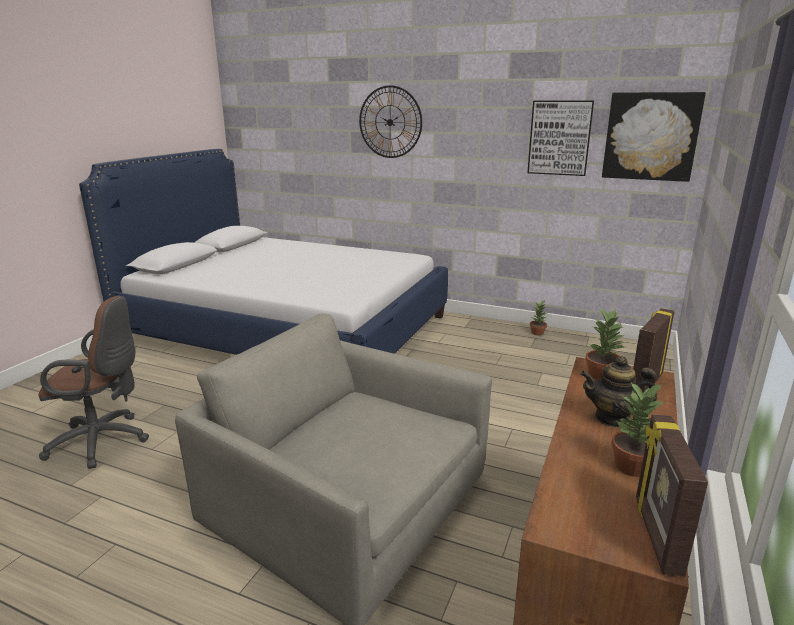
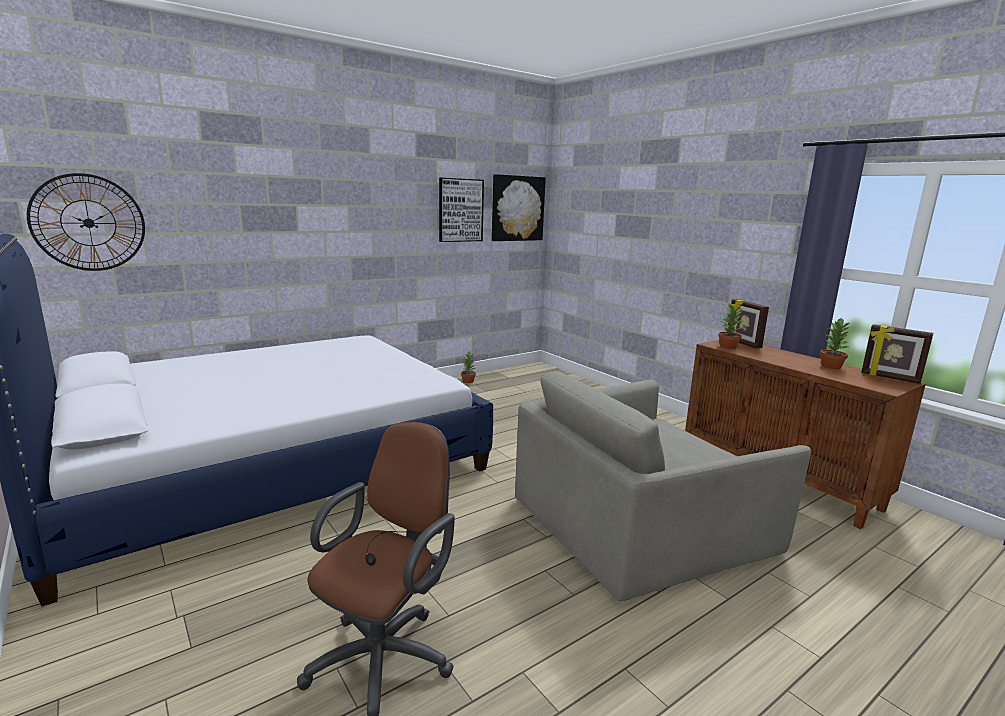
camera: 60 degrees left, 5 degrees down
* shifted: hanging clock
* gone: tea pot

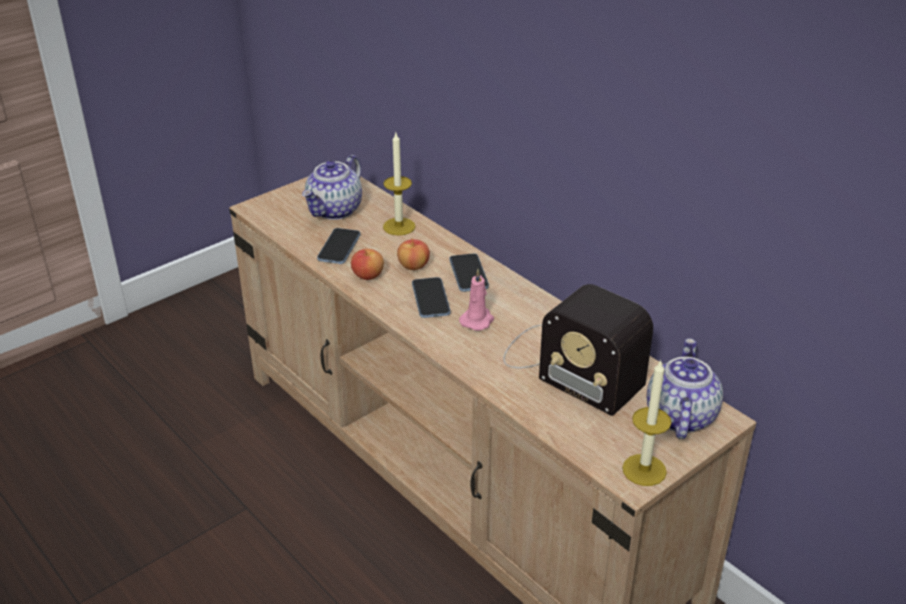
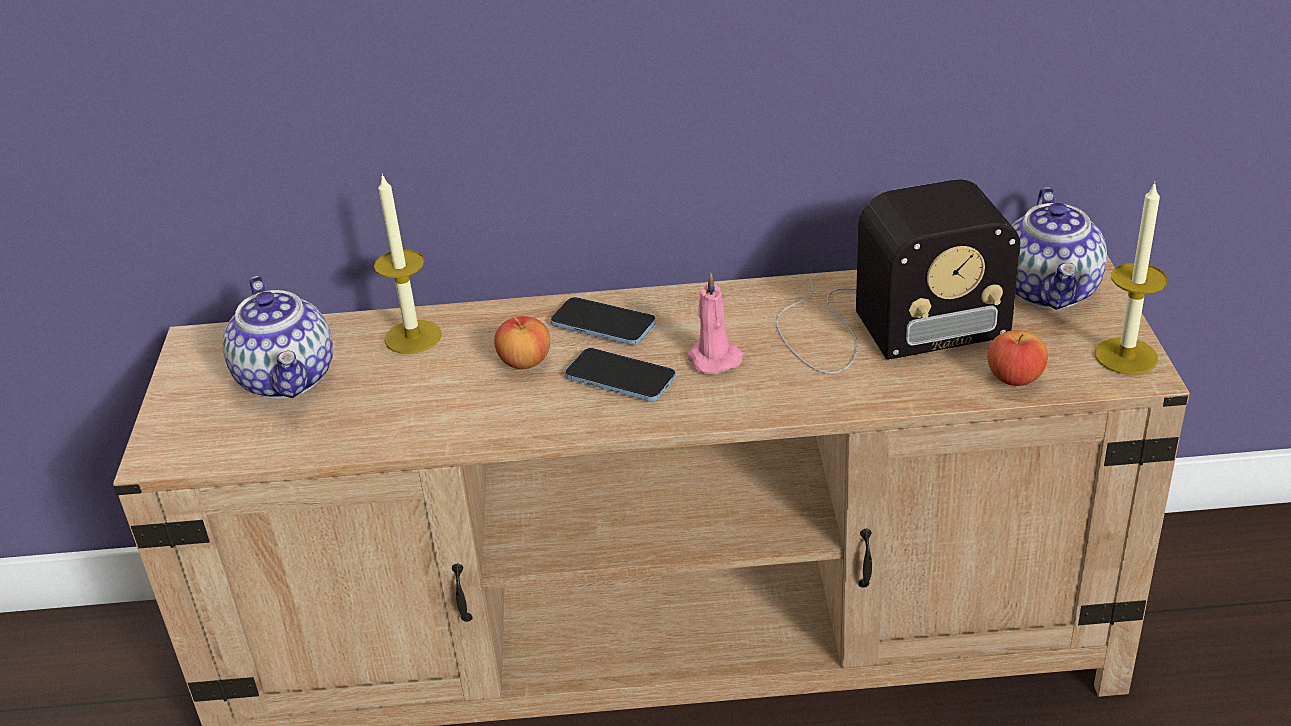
camera: 50 degrees left, 0 degrees up
* gone: telephone (no. 1 from left)
* shifted: apple (no. 1 from left in the first image) to apple (no. 2 from left)
* rotated: tea pot (no. 2 from left) 135 degrees counterclockwise

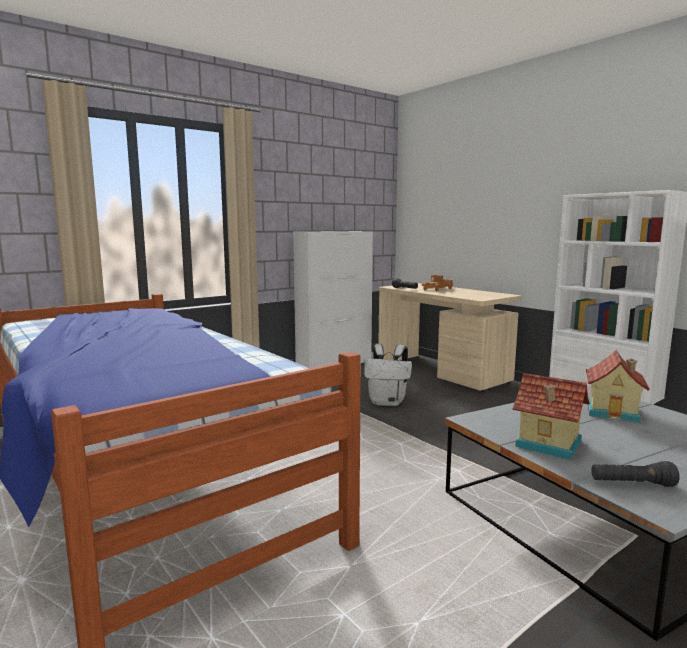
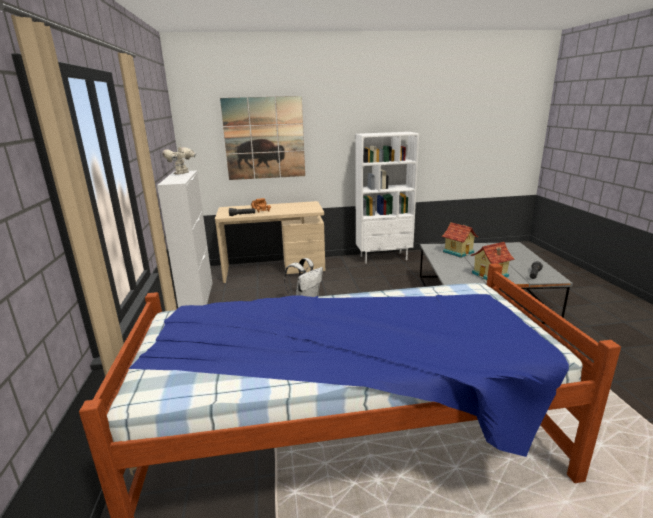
camera: 60 degrees left, 10 degrees up
* new: robot figure
* new: wall picture

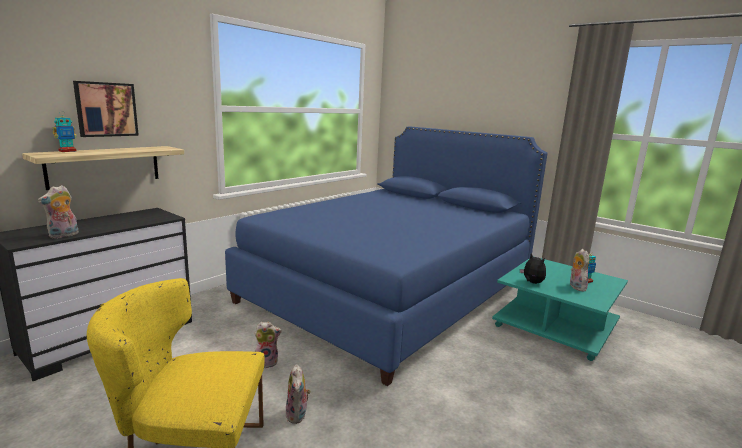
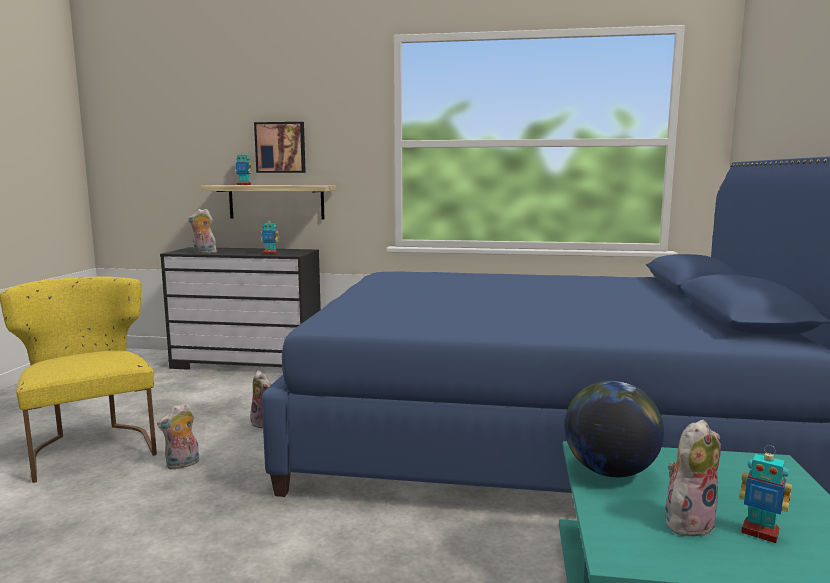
camera: 60 degrees right, 5 degrees down
* swapped: cuddly toy (no. 4 from left) to desk globe
* new: robot figure (no. 2 from left)

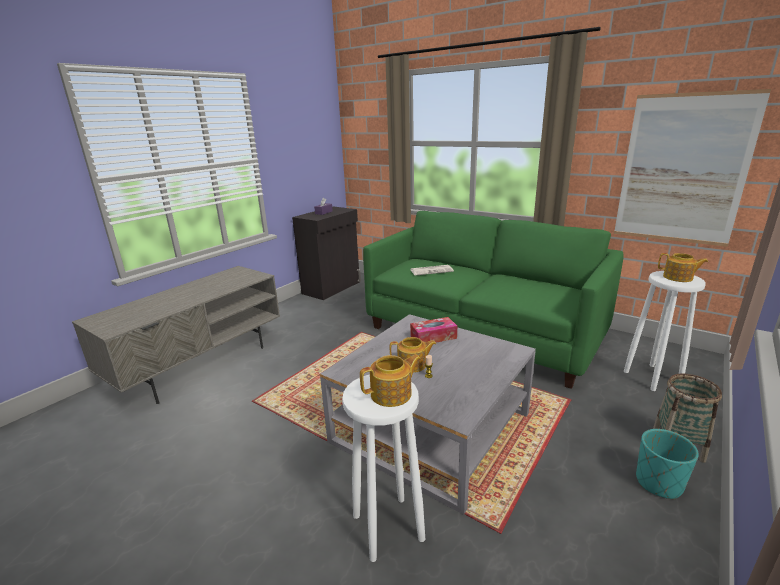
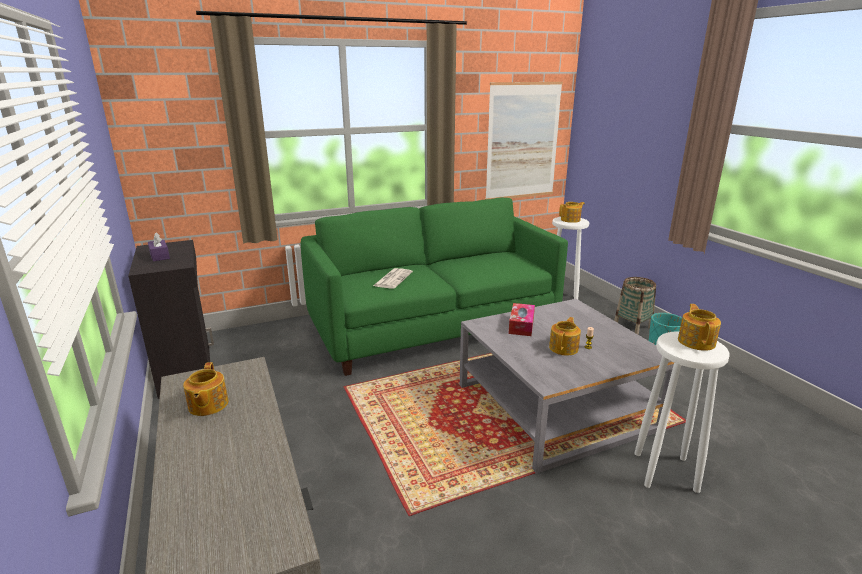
camera: 60 degrees left, 0 degrees up
* new: tea pot (no. 1 from left)

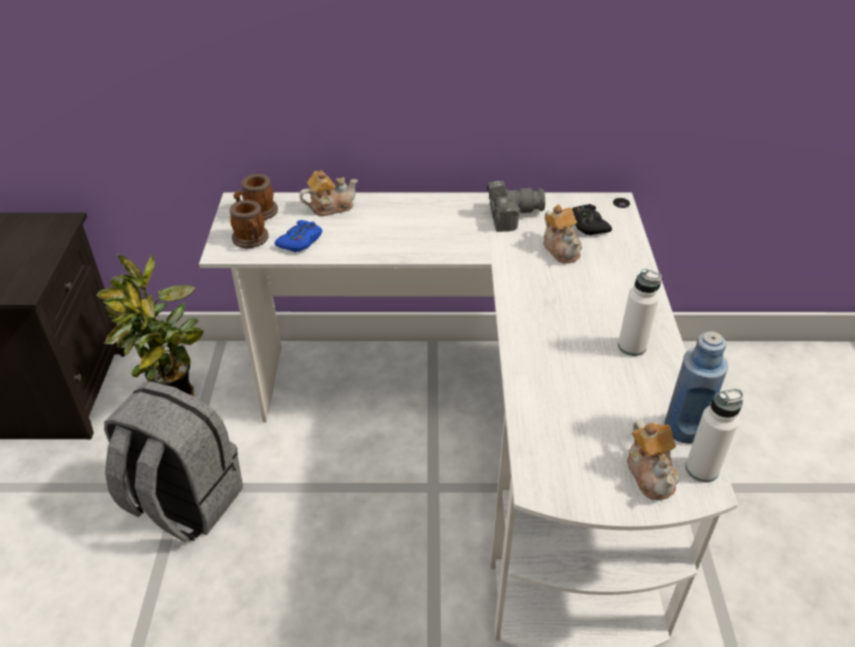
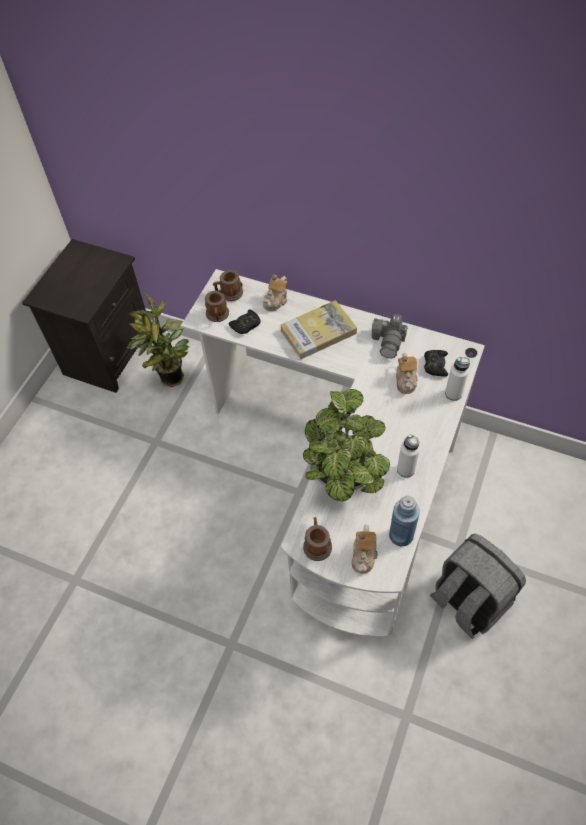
camera: 25 degrees right, 15 degrees up
* shifted: greyish knapsack
* repainted: blue joypad to black-coloured joypad (no. 1 from left)
* rotated: tea pot (no. 1 from left) 120 degrees clockwise
* rotated: photo camera 90 degrees clockwise
* shifted: white drink bottle (no. 2 from left)
* new: bound book
* new: potted plant (no. 2 from left)
* new: mug (no. 3 from left)

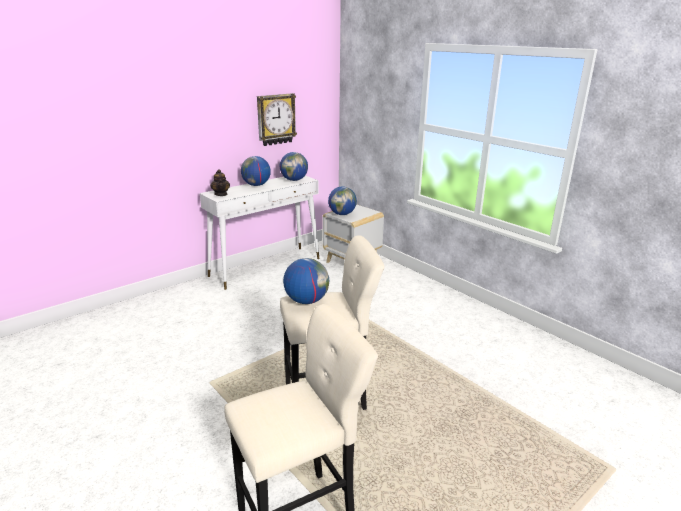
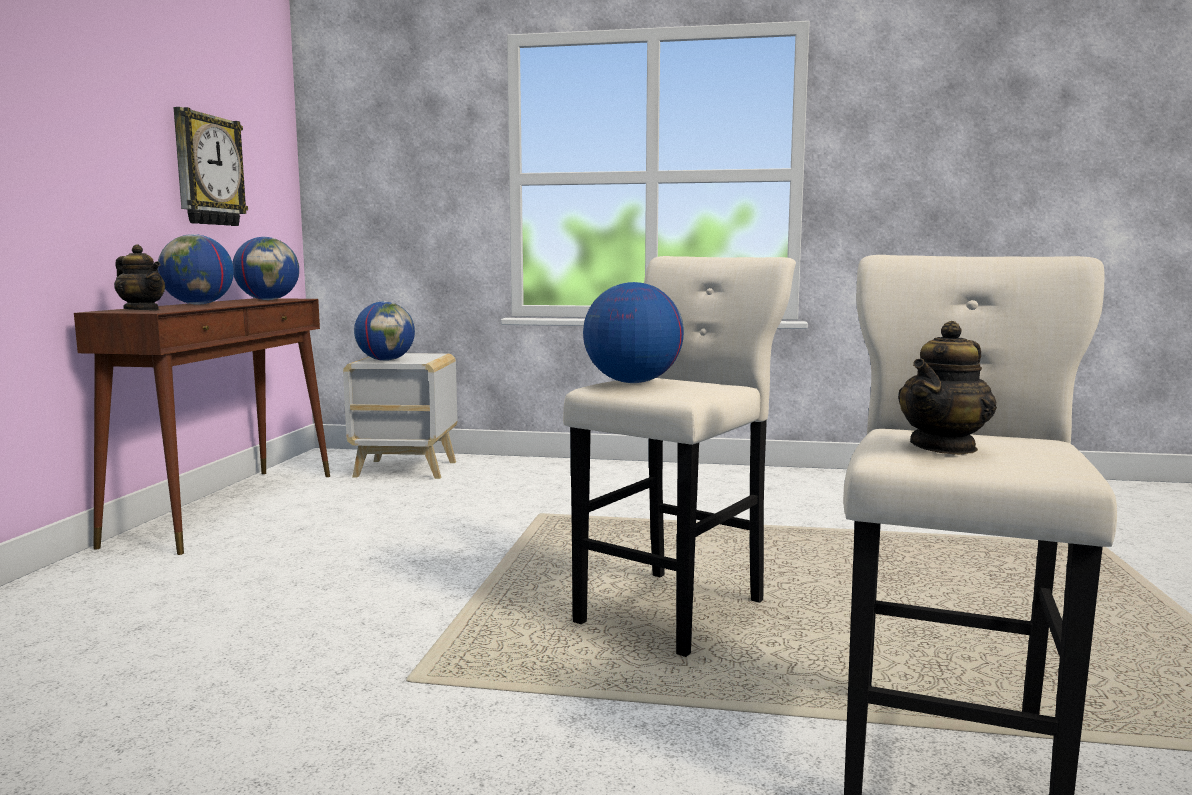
camera: 40 degrees left, 15 degrees down
* repainted: white narrow table to brown narrow table
* new: tea pot (no. 2 from left)

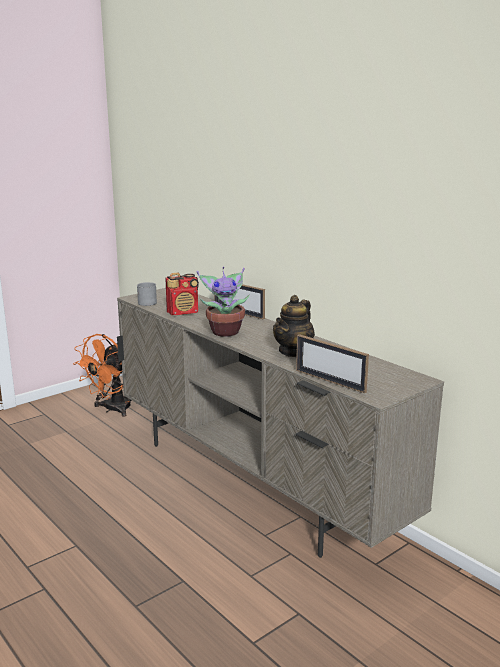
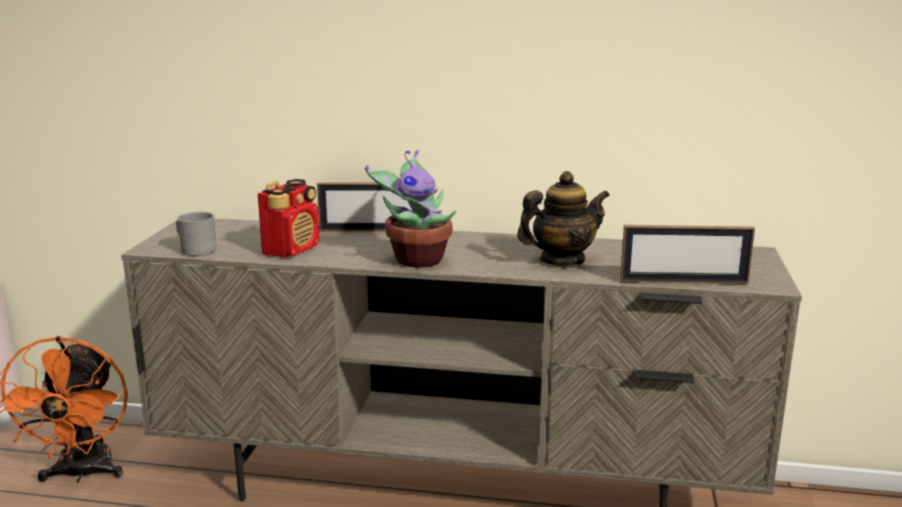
camera: 40 degrees left, 0 degrees up
* rotated: tea pot 105 degrees counterclockwise

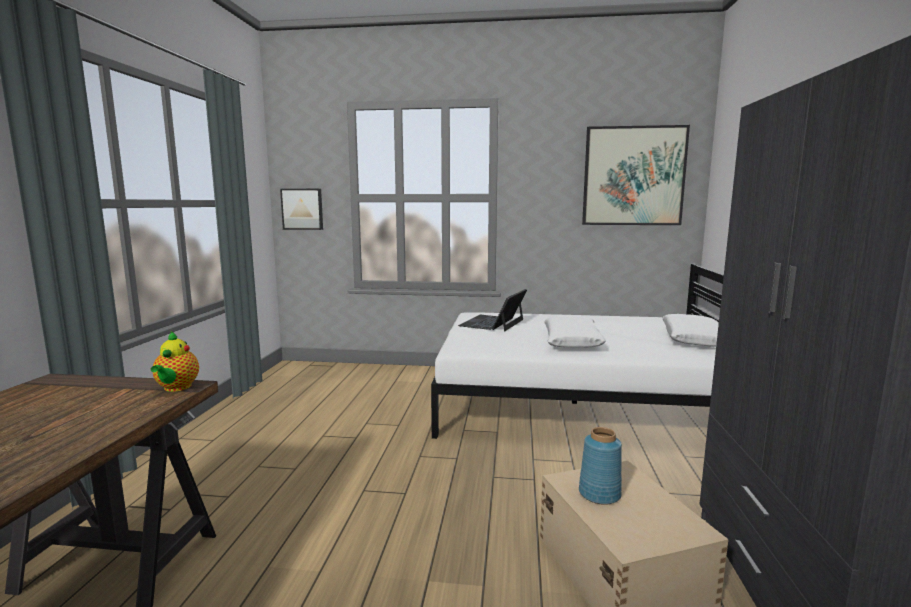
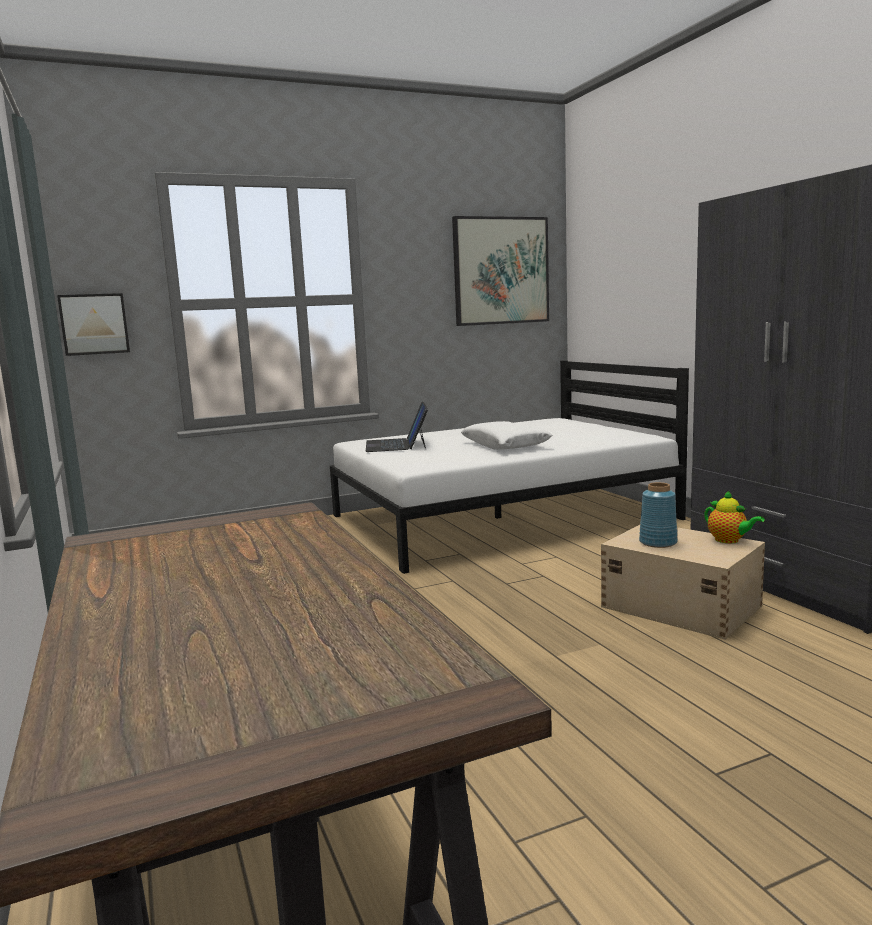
camera: 30 degrees left, 0 degrees up
* shifted: tea pot
* gone: white throw pillow (no. 2 from left)

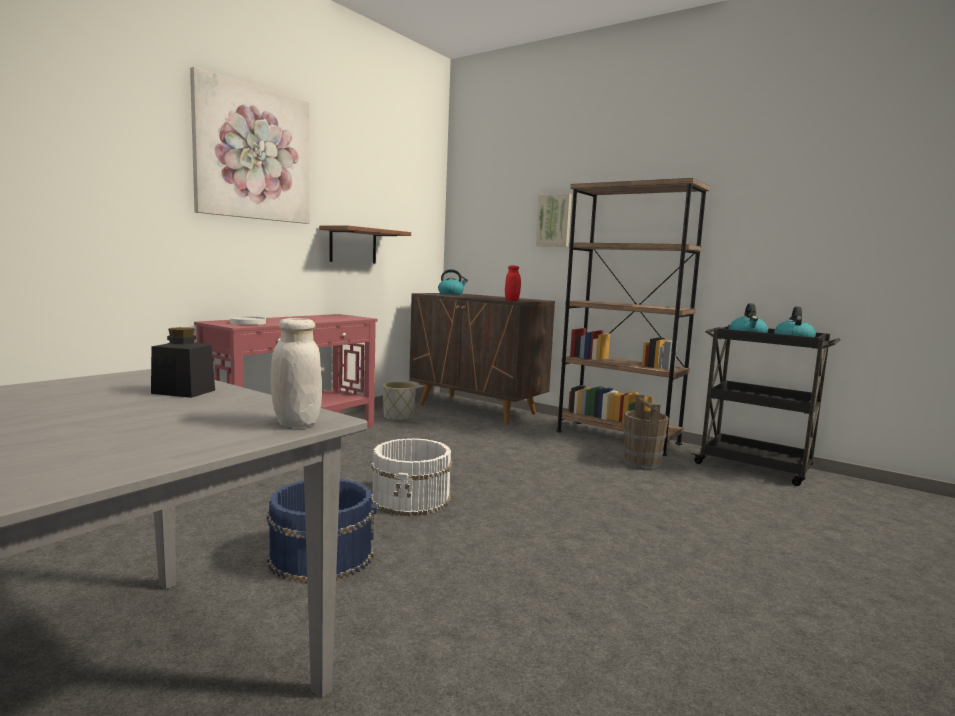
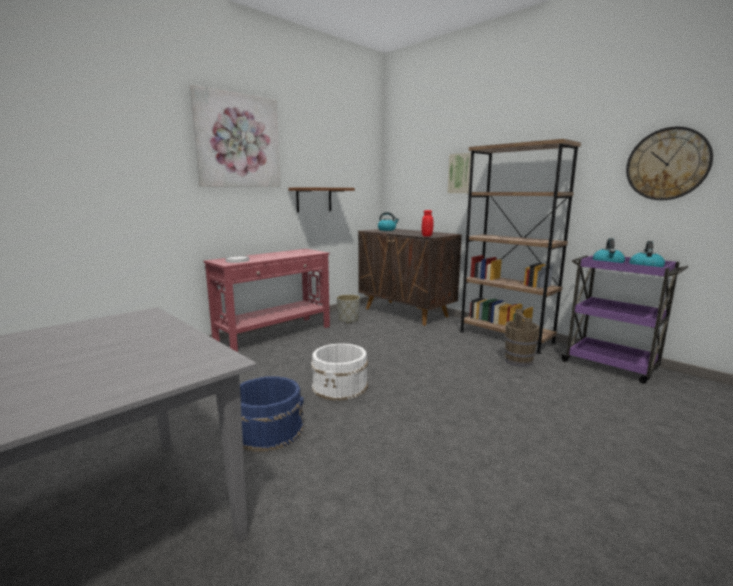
camera: 10 degrees right, 5 degrees up
* gone: black-coloured storage jar
* gone: white storage jar
* repainted: black-coloured cart to purple cart
* new: hanging clock

